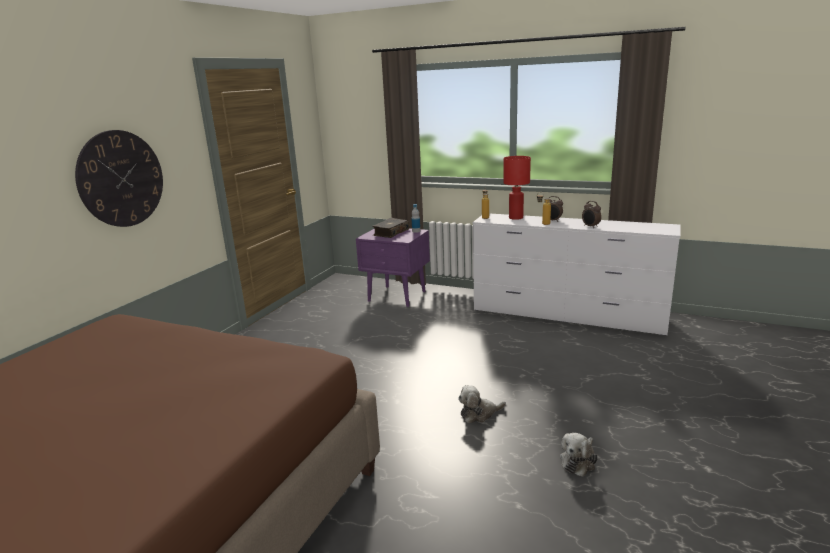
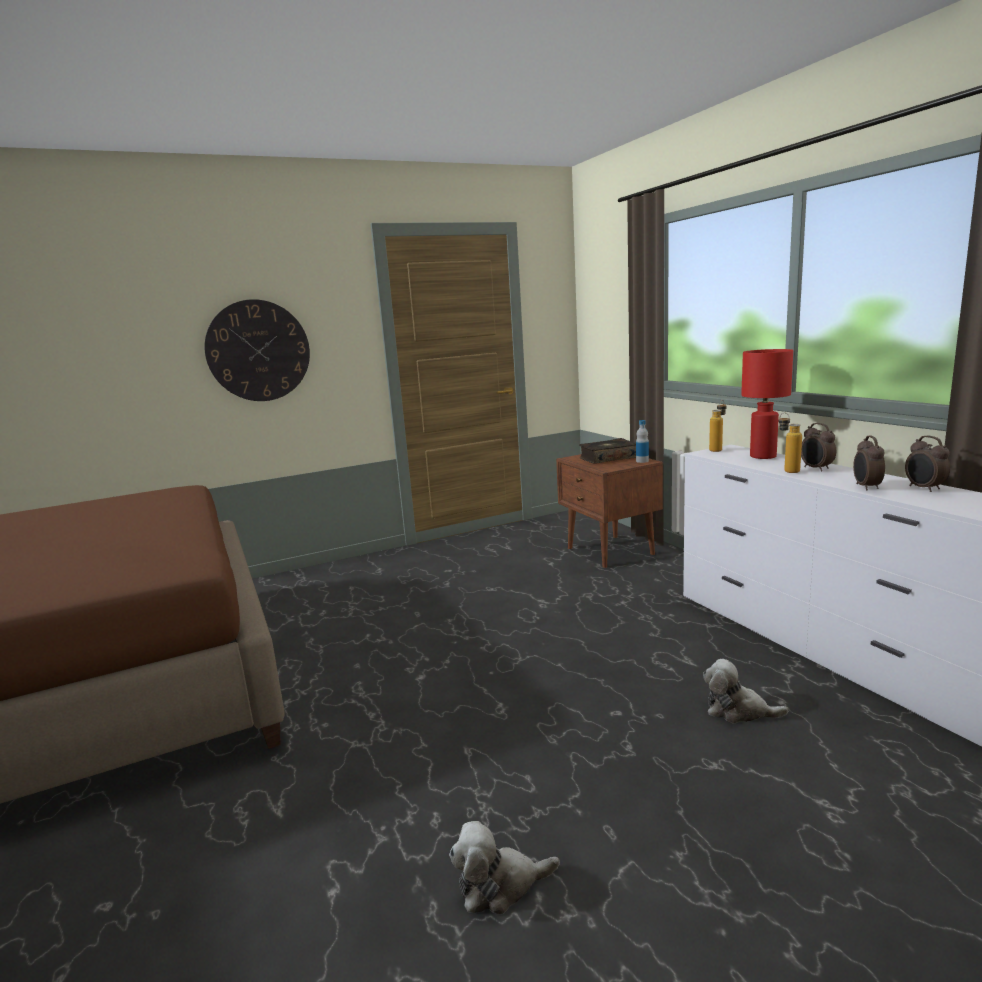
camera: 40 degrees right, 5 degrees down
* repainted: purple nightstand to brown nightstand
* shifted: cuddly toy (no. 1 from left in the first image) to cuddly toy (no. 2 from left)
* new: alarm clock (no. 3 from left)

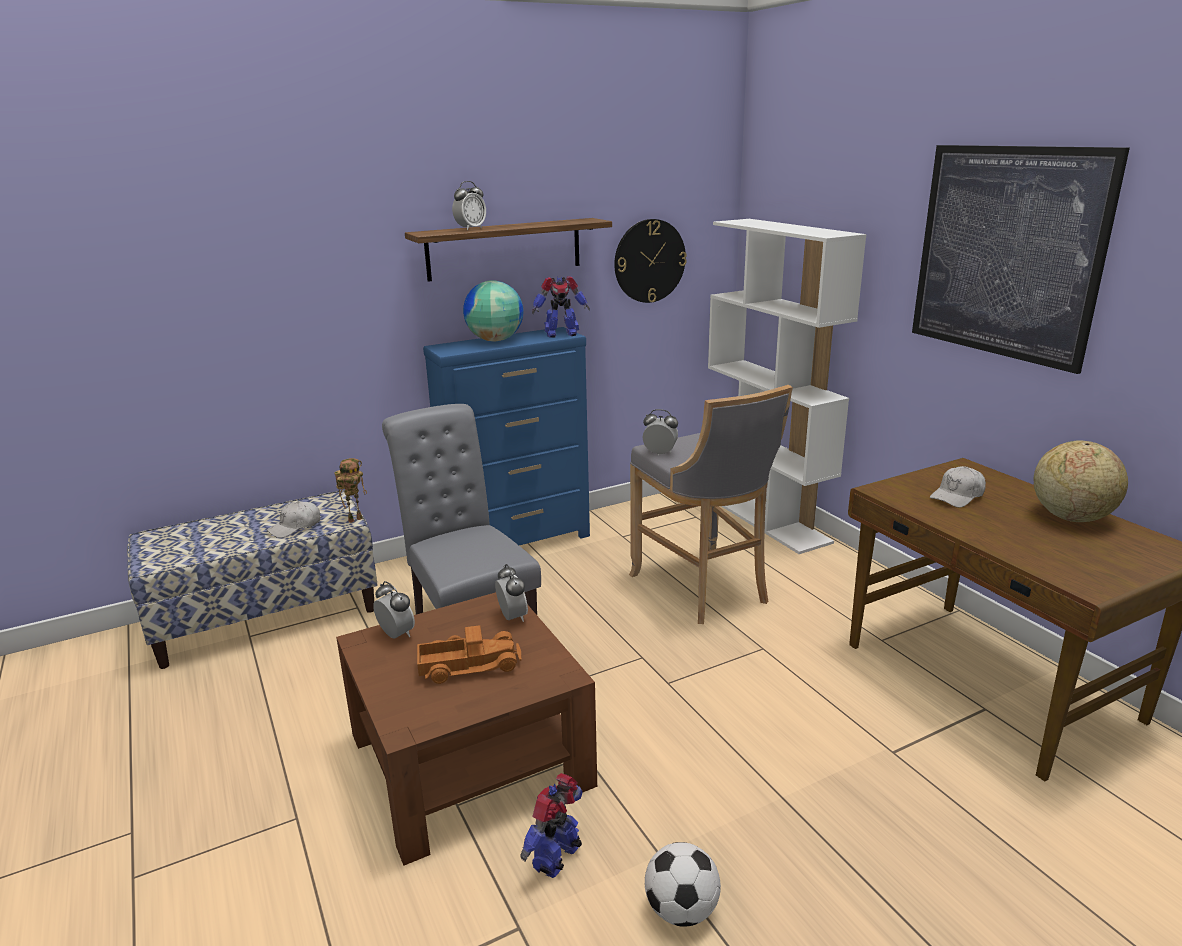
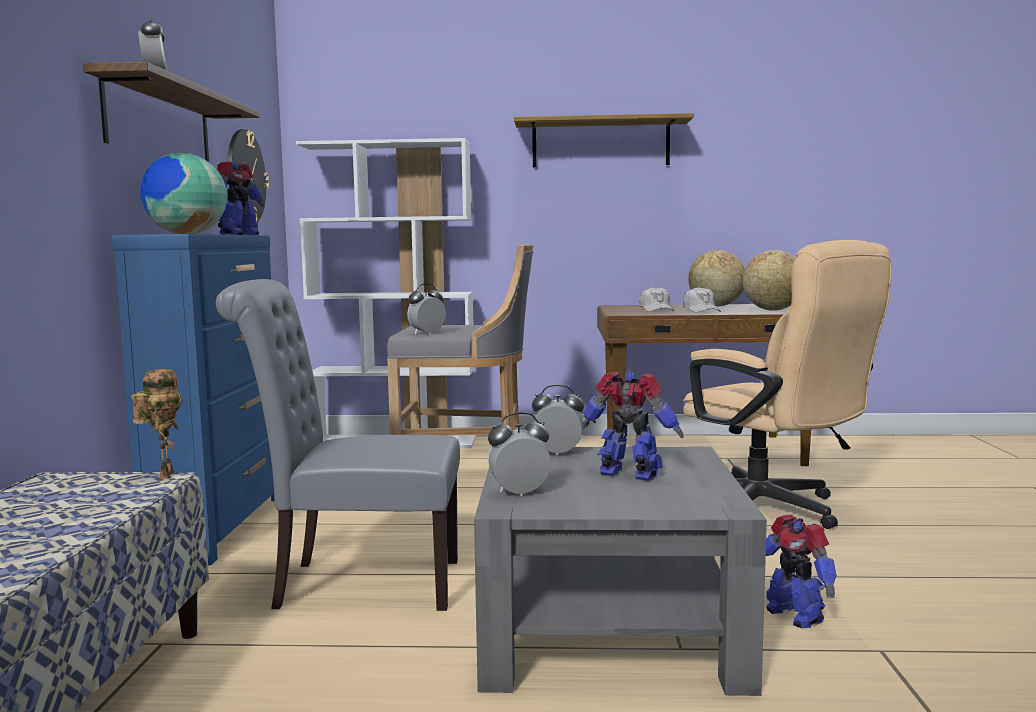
camera: 60 degrees left, 15 degrees down
* shifted: white peaked cap (no. 1 from left in the first image) to white peaked cap (no. 2 from left)
* repainted: brown lounge table to greyish lounge table
* swapped: model truck to robot figure (no. 3 from left)
* gone: football
* swapped: wall picture to wall shelf (no. 2 from left)
* new: sand-coloured desk chair
* new: desk globe (no. 3 from left)

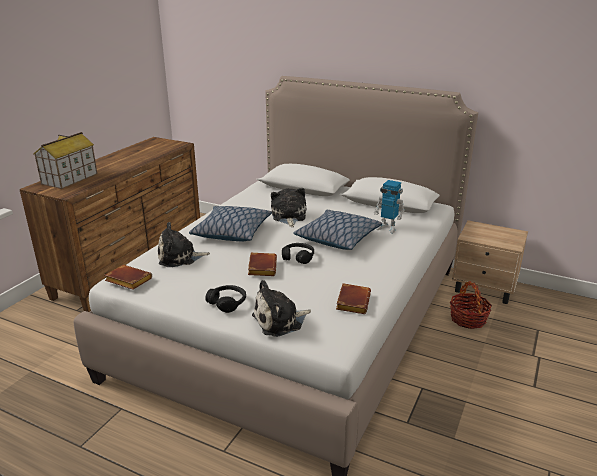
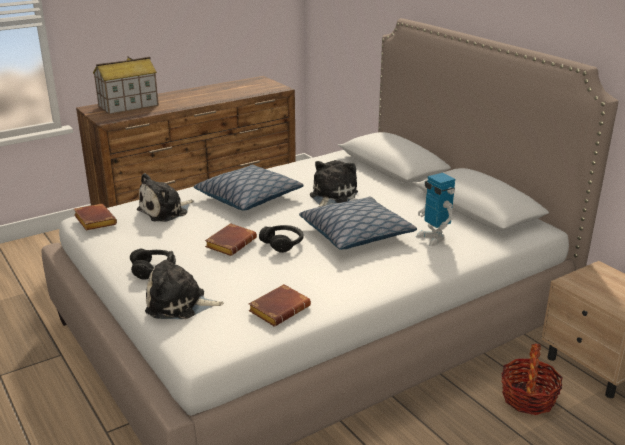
camera: 30 degrees right, 0 degrees up
* rotated: cuddly toy (no. 1 from left) 60 degrees counterclockwise

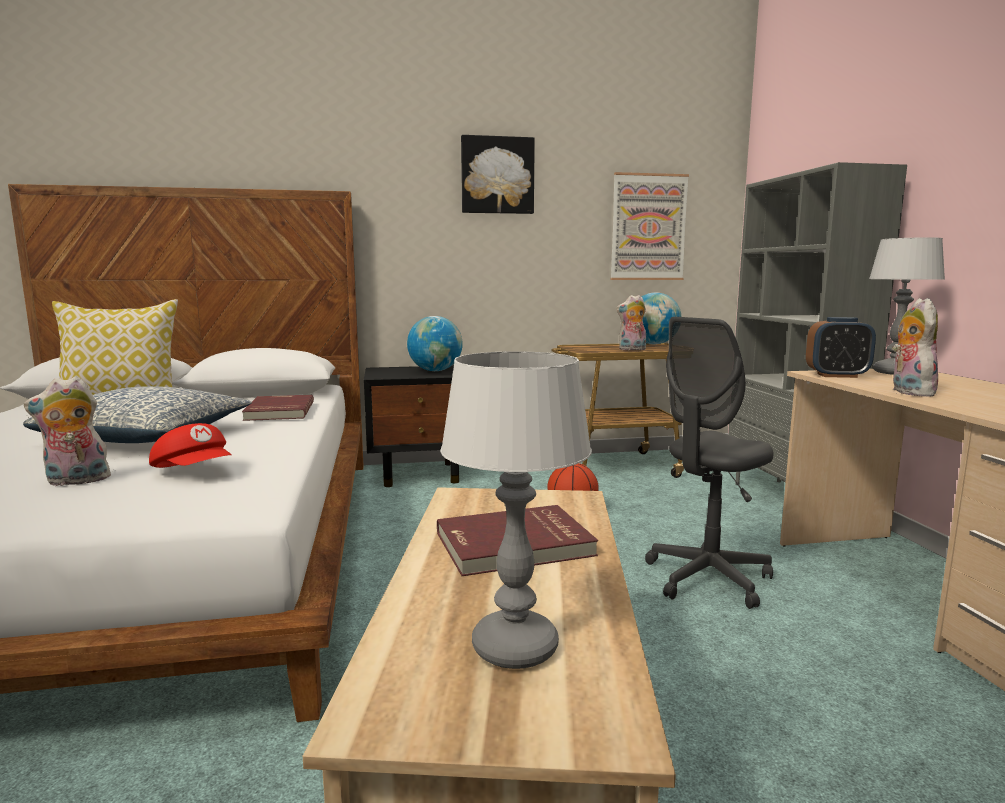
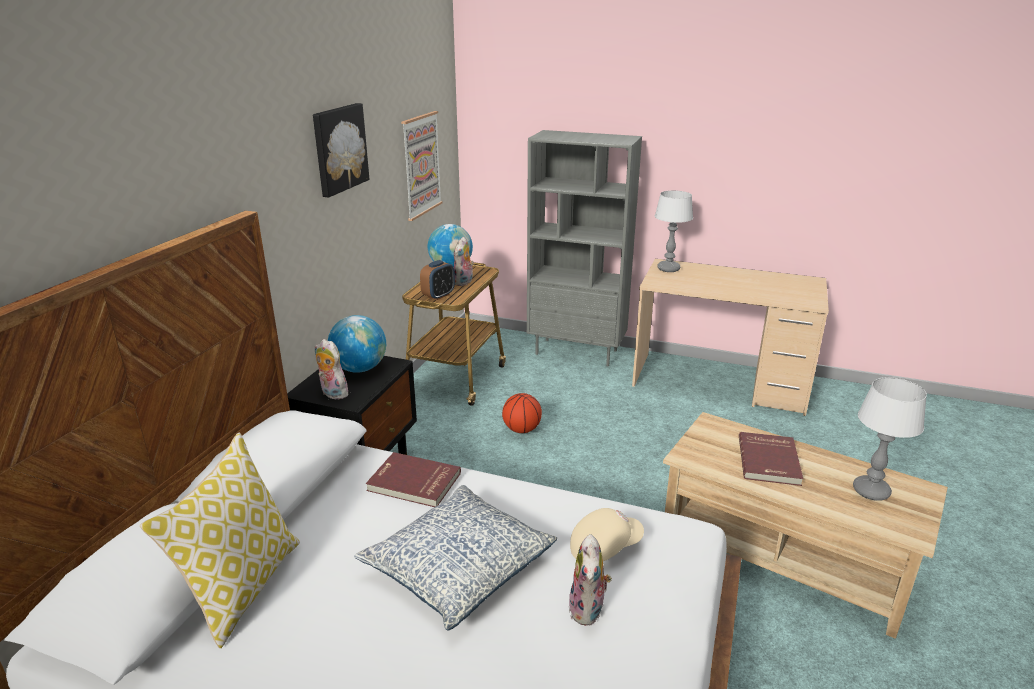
camera: 60 degrees left, 15 degrees up
* repainted: red-coloured peaked cap to sand-coloured peaked cap
* gone: greyish desk chair
* shifted: alarm clock
* shifted: cuddly toy (no. 3 from left in the first image) to cuddly toy (no. 1 from left)

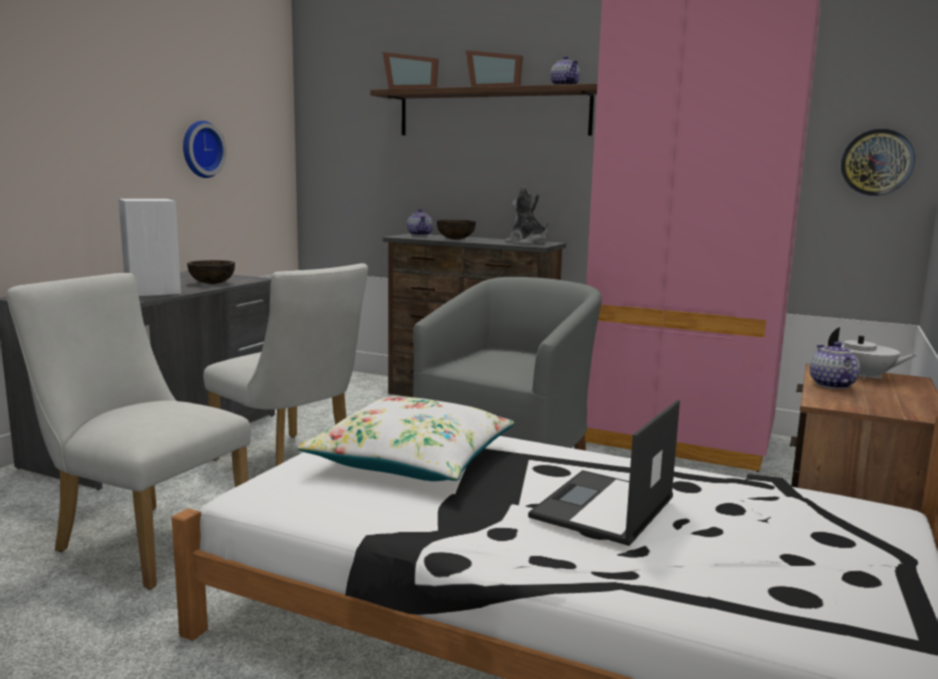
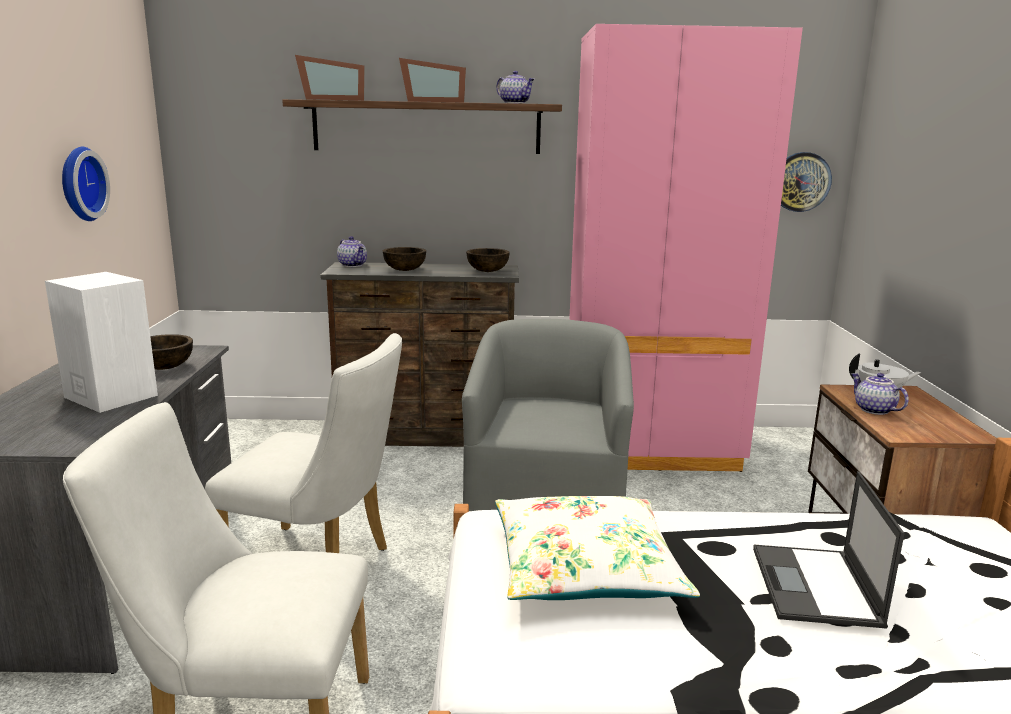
camera: 25 degrees left, 5 degrees up
* swapped: cuddly toy to brown deep dish (no. 3 from left)

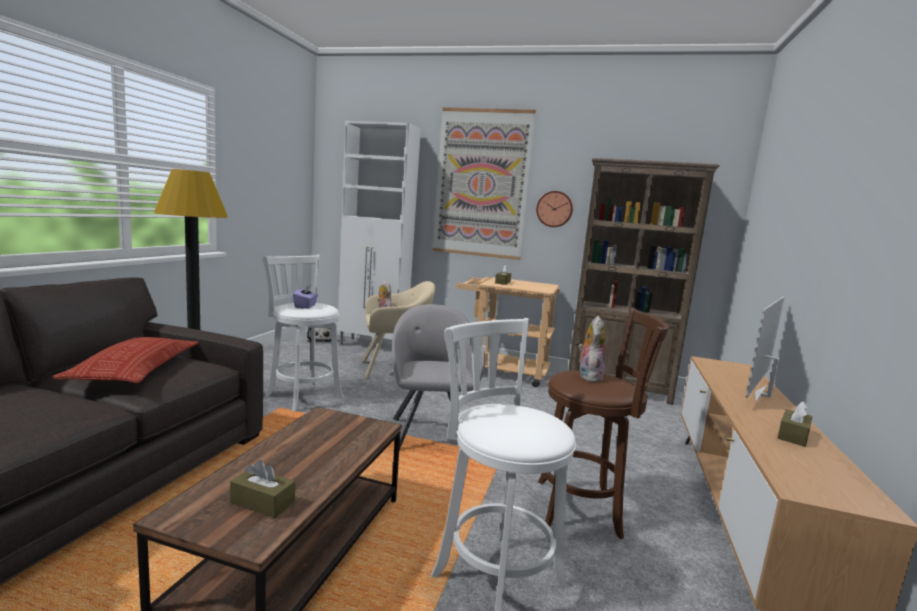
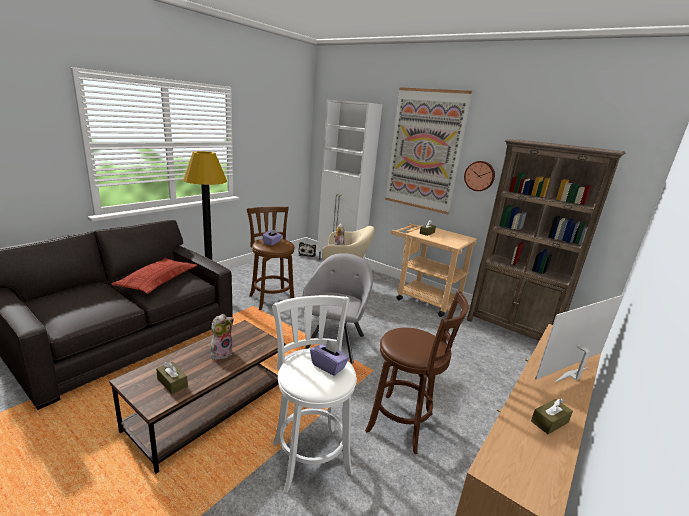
camera: 20 degrees right, 10 degrees up
* repainted: white stool seat (no. 1 from left) to brown stool seat (no. 1 from left)
* shifted: cuddly toy (no. 3 from left in the first image) to cuddly toy (no. 1 from left)
* new: purple tissue box (no. 2 from left)

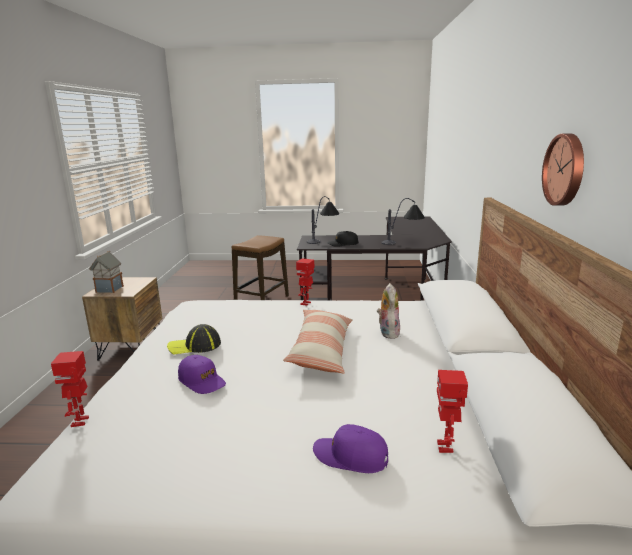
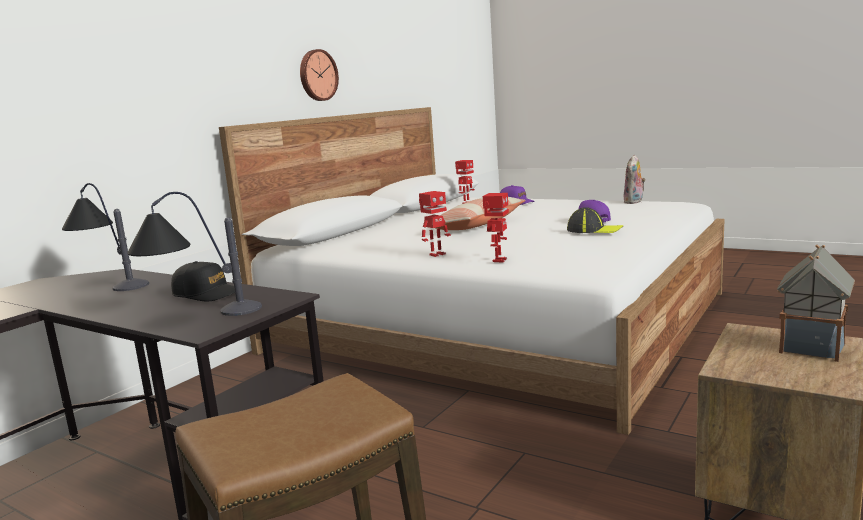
camera: 150 degrees left, 5 degrees down
* shifted: robot figure (no. 1 from left in the first image) to robot figure (no. 3 from left)
* shifted: cuddly toy

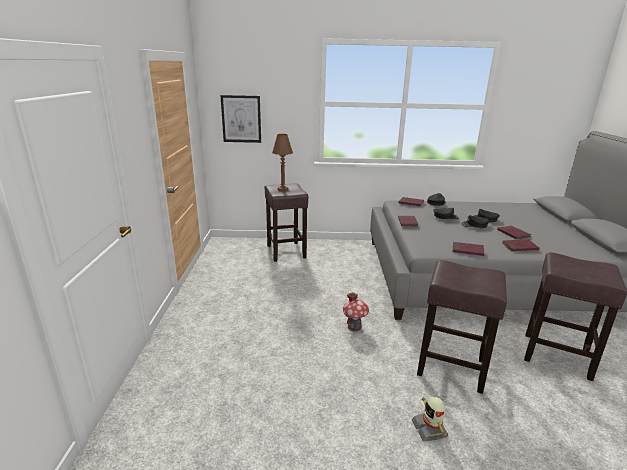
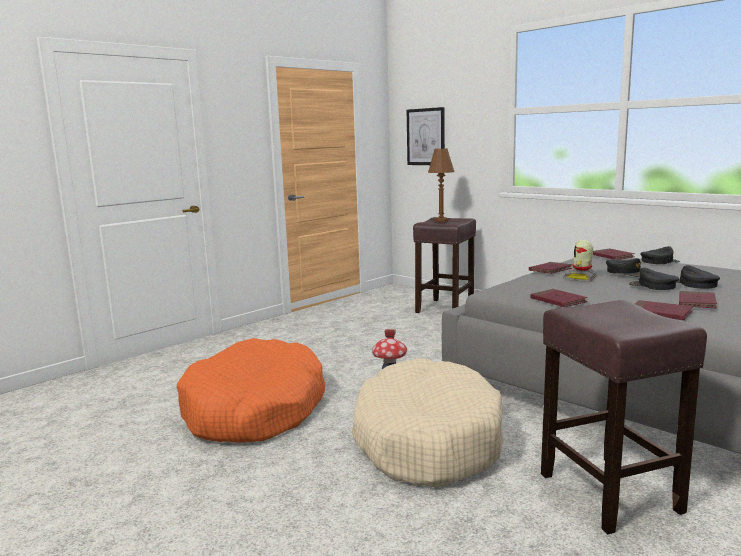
camera: 45 degrees right, 10 degrees down
* shifted: robot figure
* swapped: brown stool seat (no. 2 from left) to sand-coloured dog cushion
* new: orange dog cushion

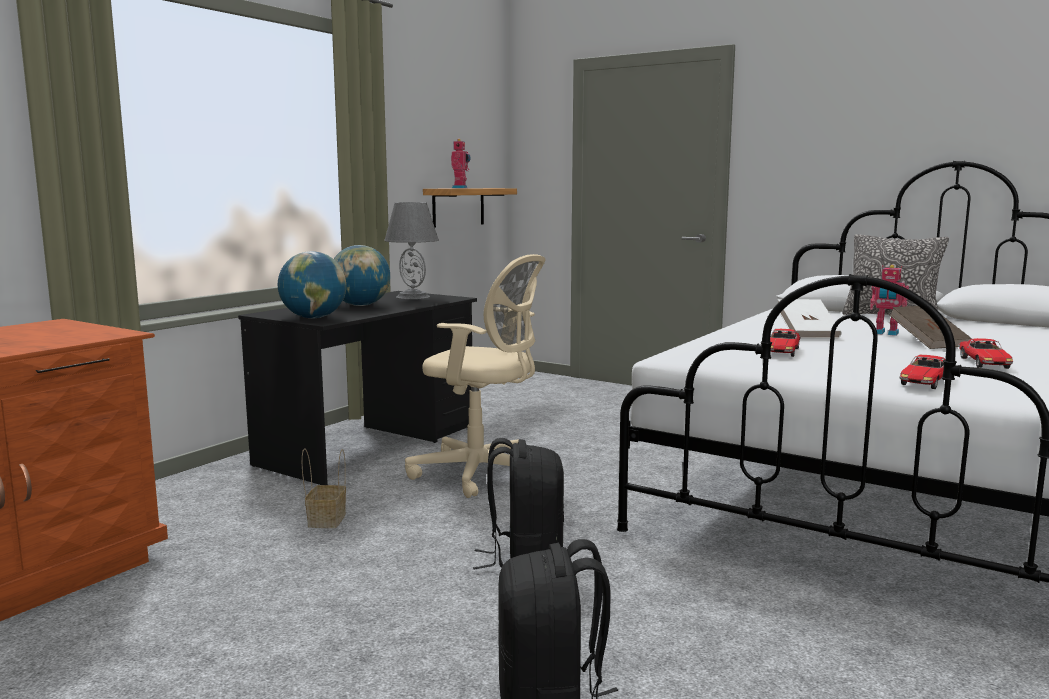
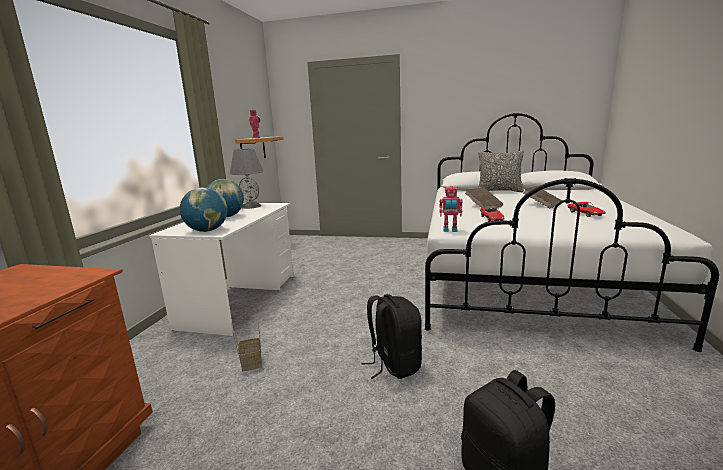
camera: 20 degrees left, 5 degrees up
* repainted: black-coloured desk unit to white desk unit
* gone: sand-coloured desk chair
* repainted: white bound book to brown bound book (no. 1 from left)
* shifted: robot figure (no. 2 from left)
* gone: miniature car (no. 2 from left)

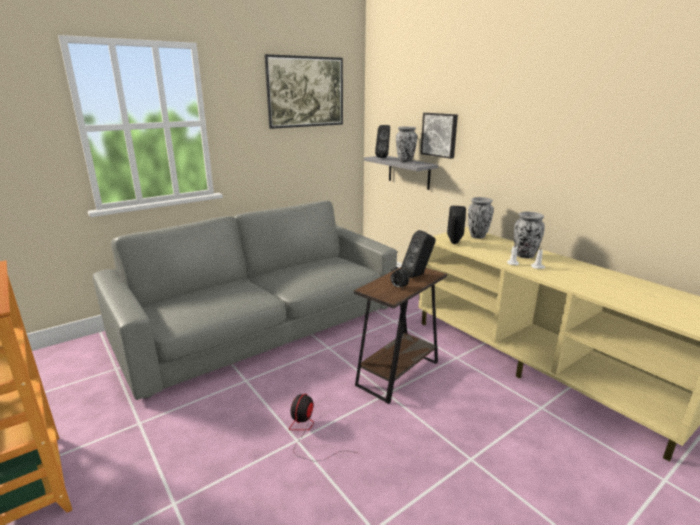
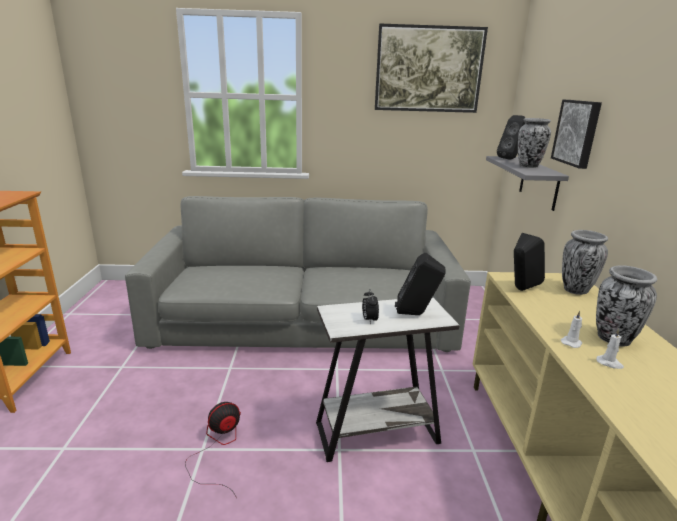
camera: 35 degrees right, 0 degrees up
* repainted: brown accent table to white accent table

